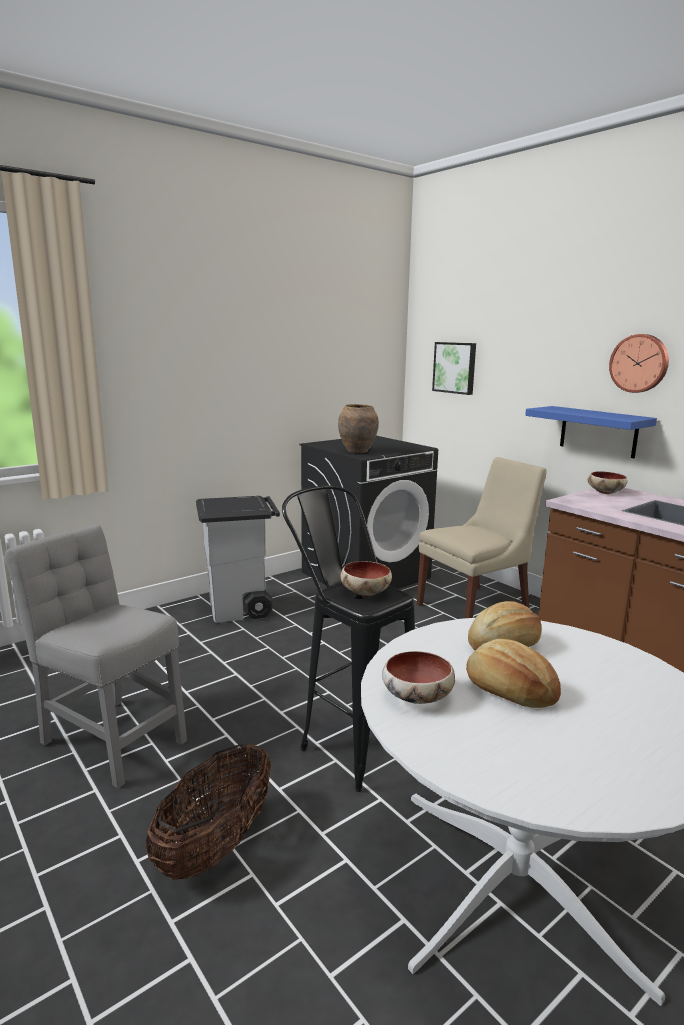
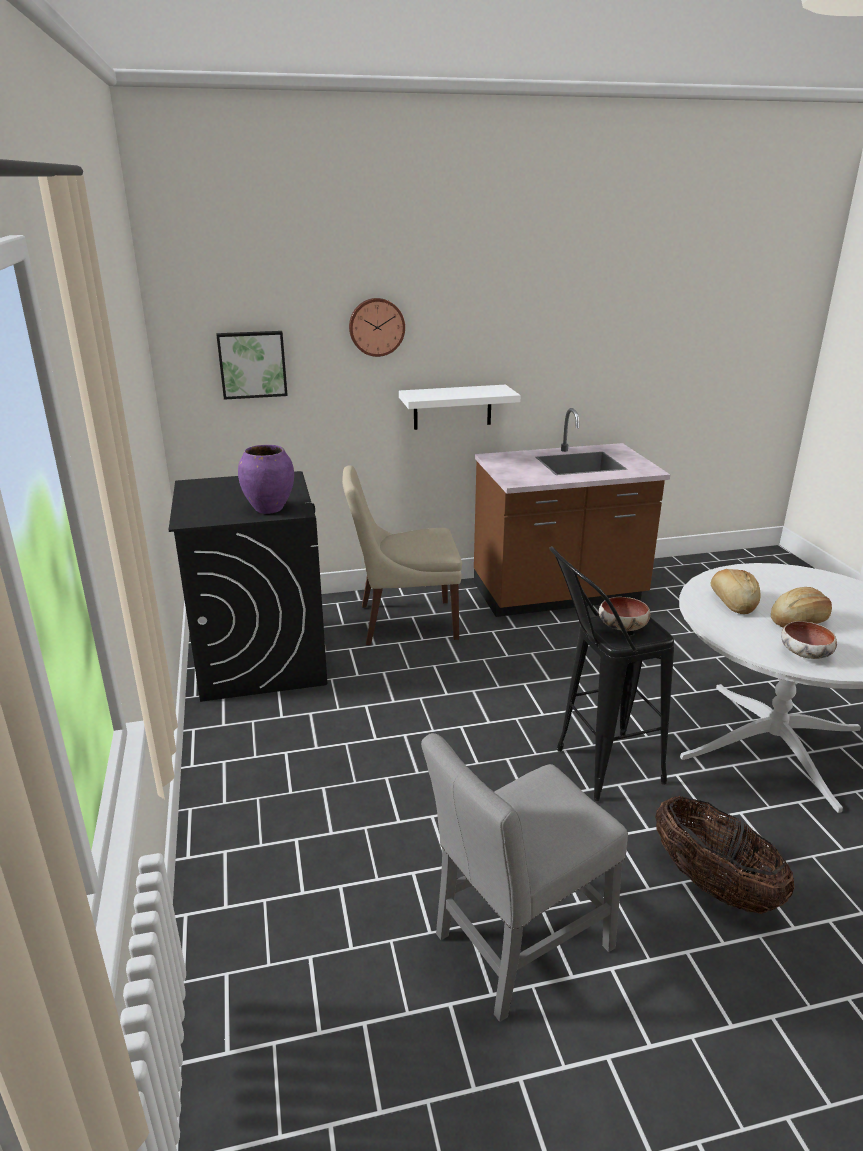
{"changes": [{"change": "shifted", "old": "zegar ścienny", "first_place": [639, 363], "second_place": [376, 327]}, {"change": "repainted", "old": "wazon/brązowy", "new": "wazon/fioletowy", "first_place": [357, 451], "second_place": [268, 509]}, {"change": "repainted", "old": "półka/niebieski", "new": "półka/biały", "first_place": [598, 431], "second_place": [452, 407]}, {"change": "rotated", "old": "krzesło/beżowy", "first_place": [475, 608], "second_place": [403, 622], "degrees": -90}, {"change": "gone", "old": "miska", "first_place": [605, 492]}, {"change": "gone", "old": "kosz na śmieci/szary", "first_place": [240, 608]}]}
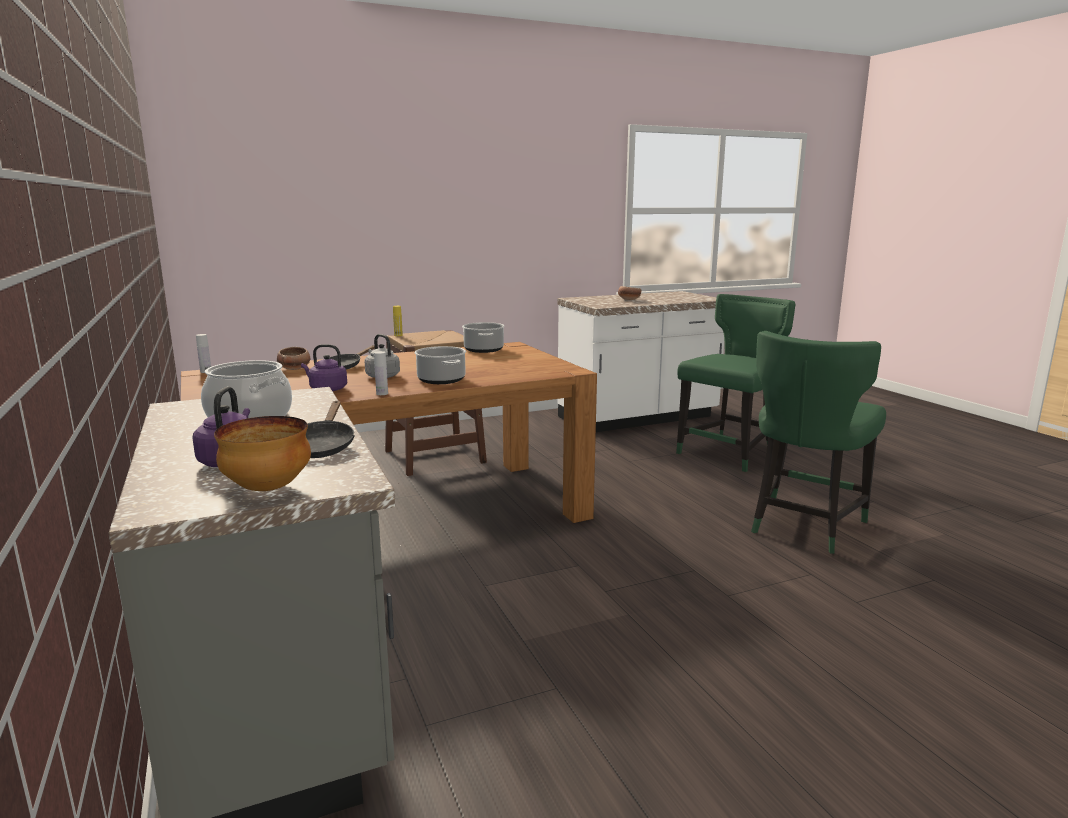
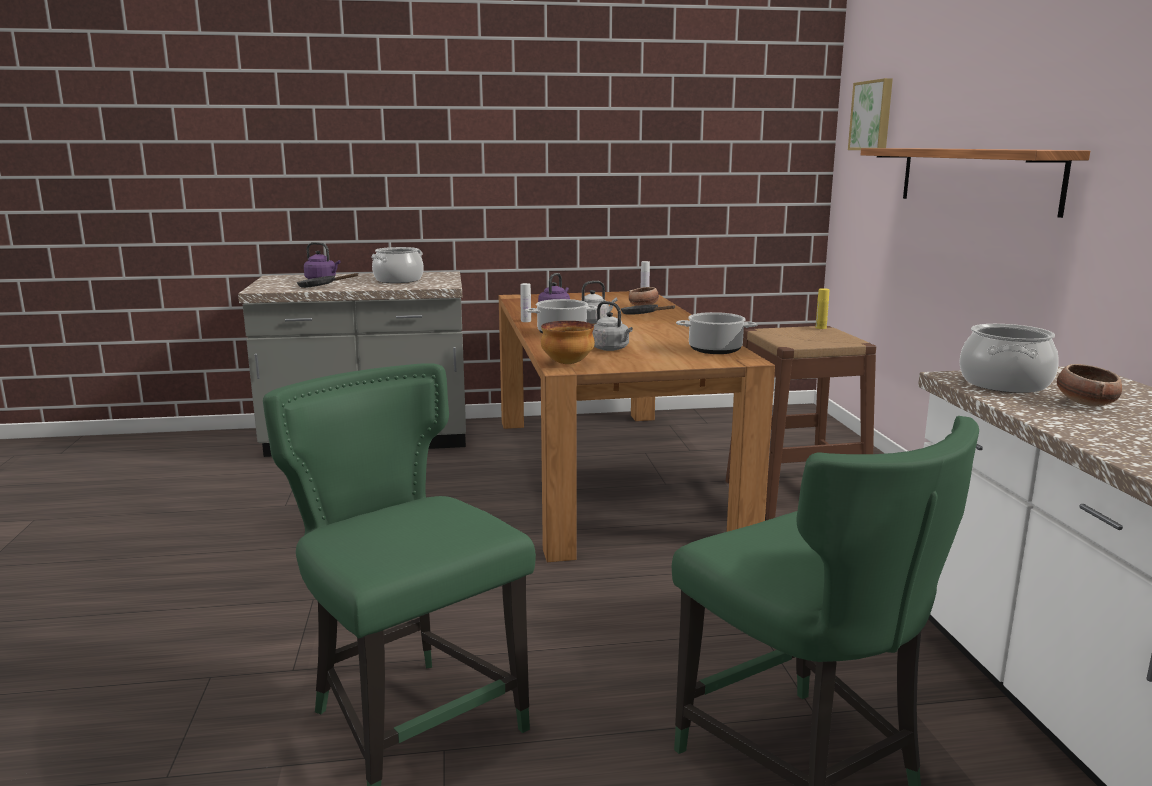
{"changes": [{"change": "shifted", "old": "miska", "first_place": [267, 489], "second_place": [567, 363]}, {"change": "new", "new": "obraz", "second_place": [873, 115]}, {"change": "new", "new": "półka", "second_place": [975, 178]}, {"change": "new", "new": "czajnik/szary", "second_place": [611, 349]}, {"change": "new", "new": "garnek", "second_place": [1005, 384]}]}
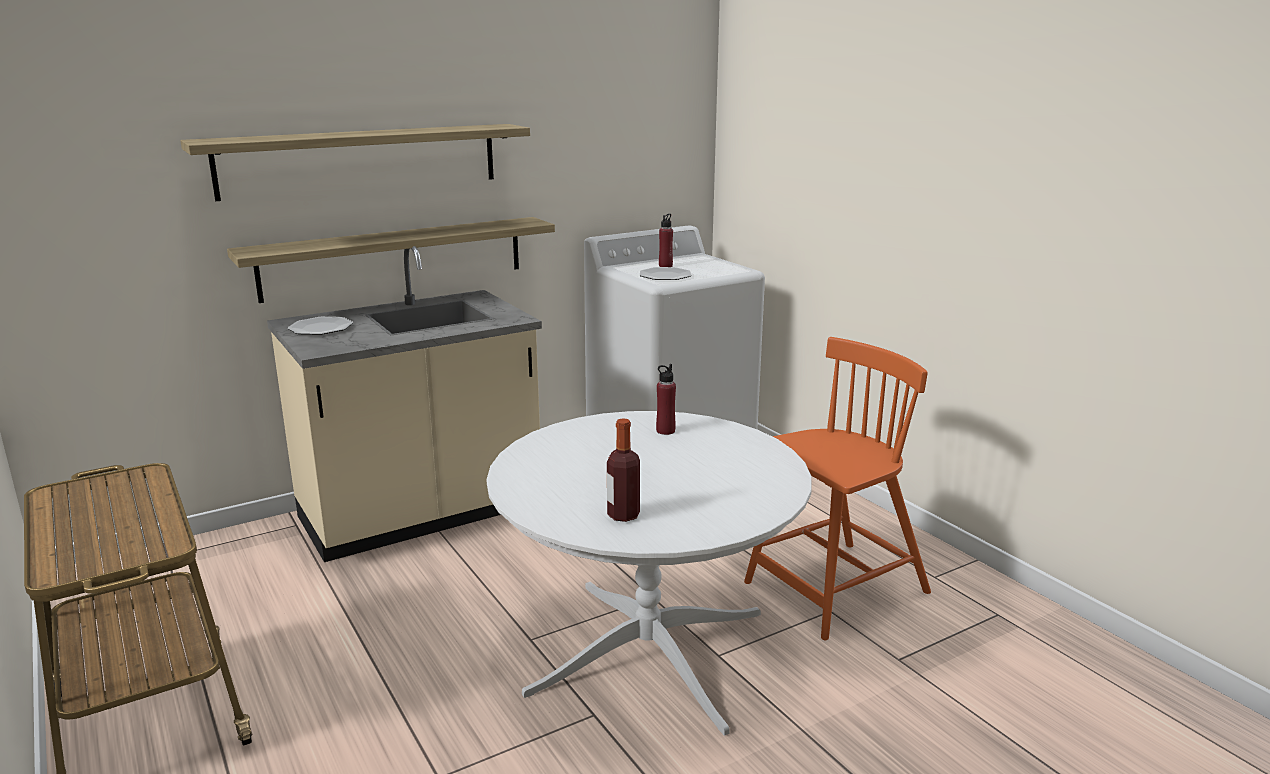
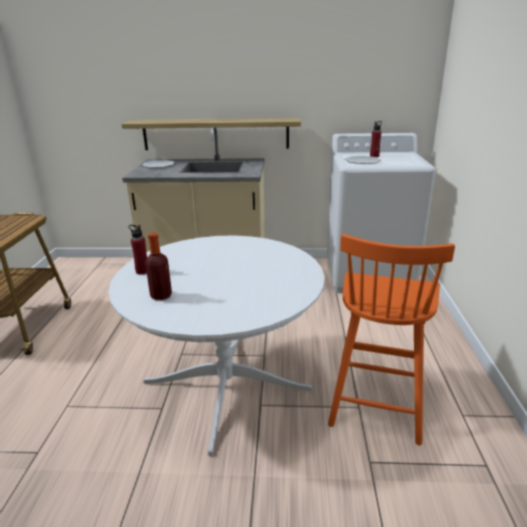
{"changes": [{"change": "gone", "old": "półka", "first_place": [361, 160]}, {"change": "rotated", "old": "krzesło/pomarańczowy", "first_place": [834, 589], "second_place": [377, 394], "degrees": 105}, {"change": "shifted", "old": "butelka/czerwony", "first_place": [665, 431], "second_place": [142, 271]}]}
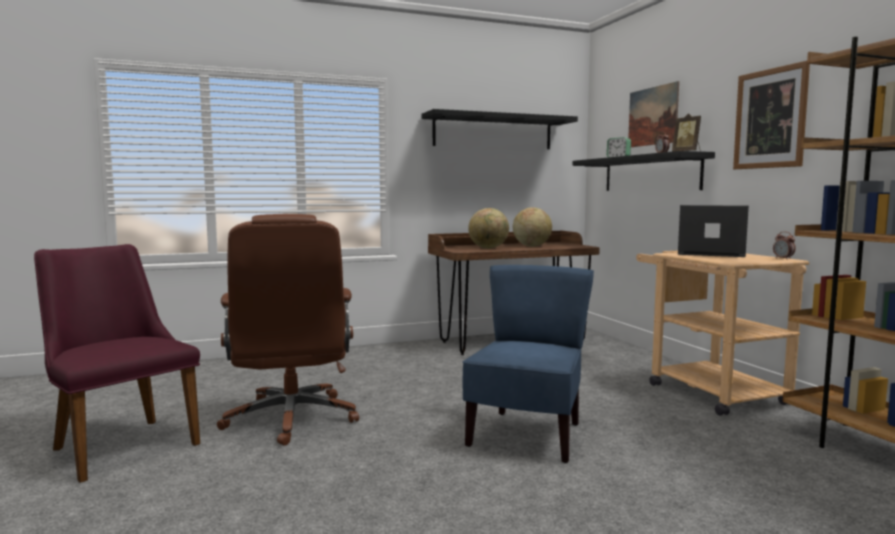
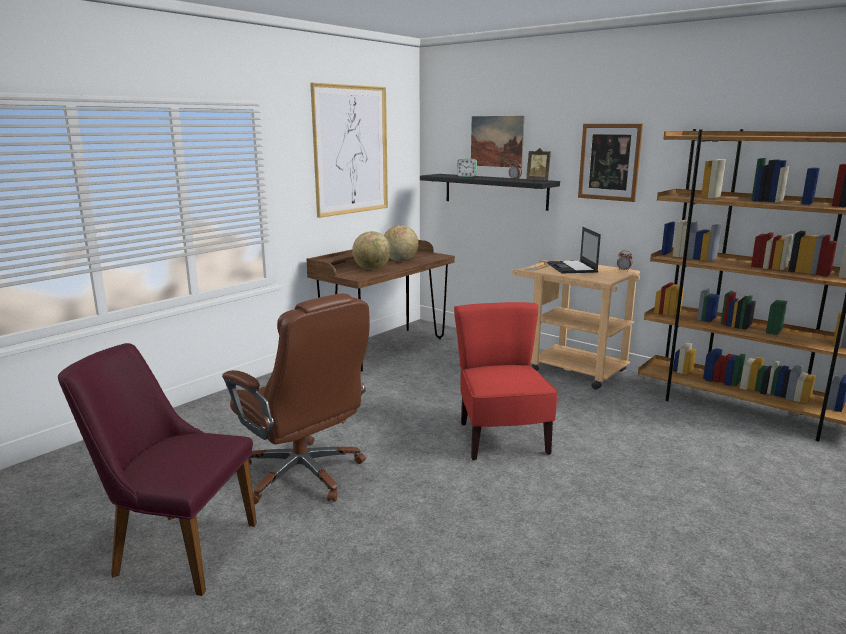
{"changes": [{"change": "swapped", "old": "półka/czarny", "new": "obraz", "first_place": [493, 132], "second_place": [351, 150]}, {"change": "rotated", "old": "laptop", "first_place": [709, 253], "second_place": [572, 268], "degrees": -90}, {"change": "repainted", "old": "krzesło/niebieski", "new": "krzesło/czerwony", "first_place": [527, 435], "second_place": [501, 439]}]}
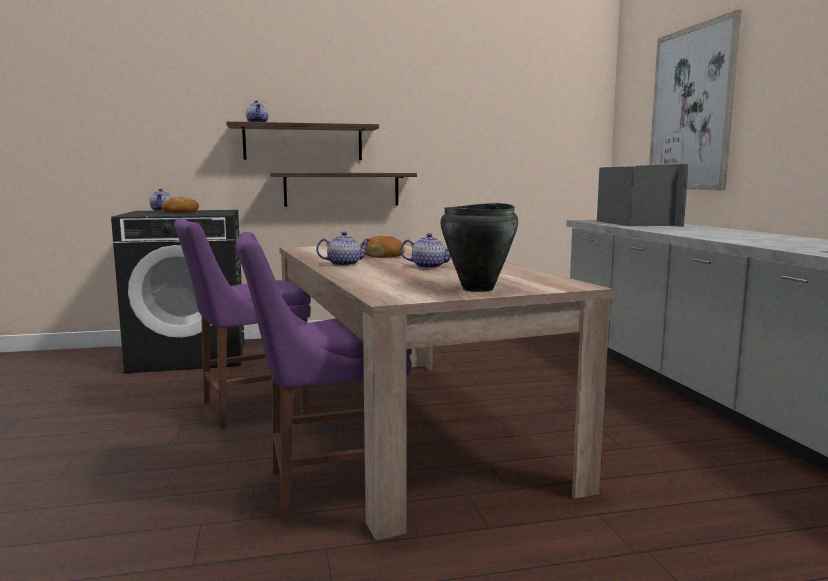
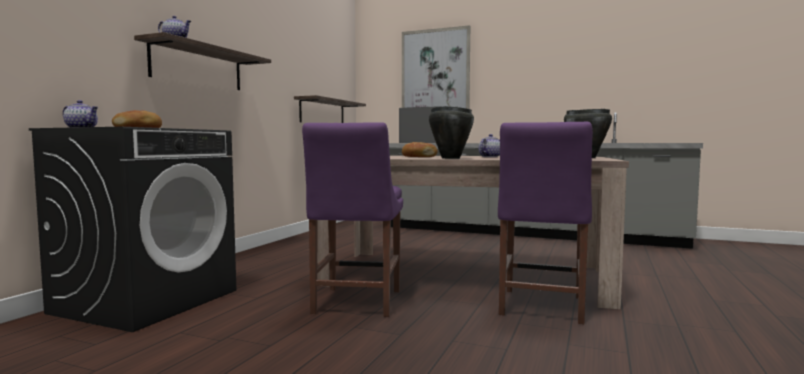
{"changes": [{"change": "shifted", "old": "półka", "first_place": [341, 189], "second_place": [322, 112]}, {"change": "swapped", "old": "imbryk", "new": "garnek/czarny", "first_place": [344, 264], "second_place": [450, 158]}]}
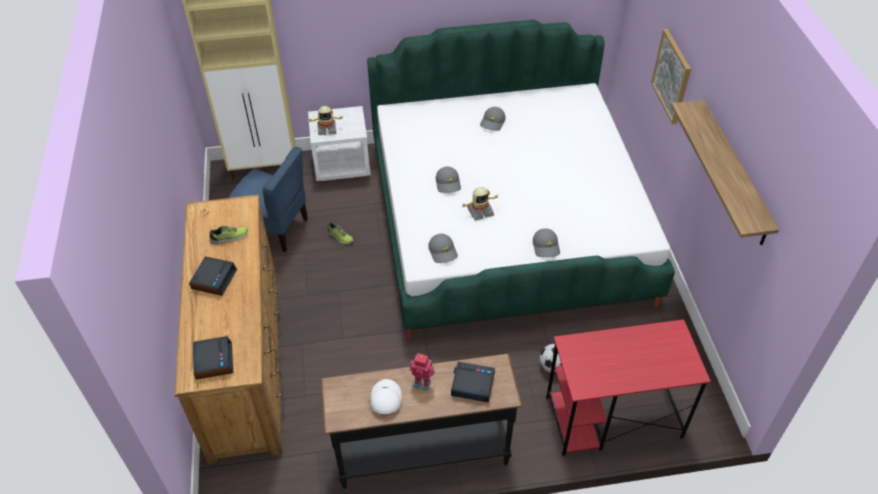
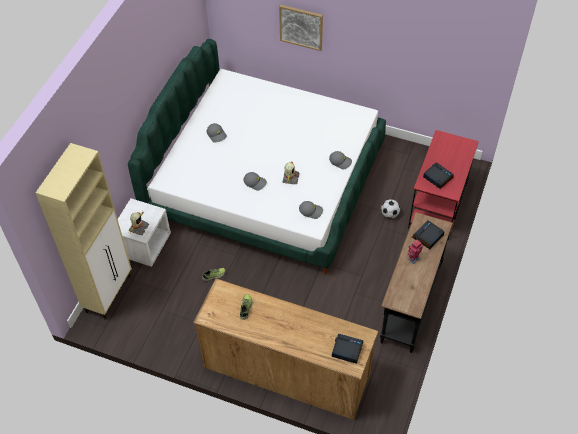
{"changes": [{"change": "gone", "old": "półka", "first_place": [734, 173]}, {"change": "gone", "old": "krzesło/niebieski", "first_place": [273, 229]}, {"change": "shifted", "old": "budzik", "first_place": [214, 279], "second_place": [437, 177]}, {"change": "gone", "old": "czapka z daszkiem/biały", "first_place": [385, 399]}]}
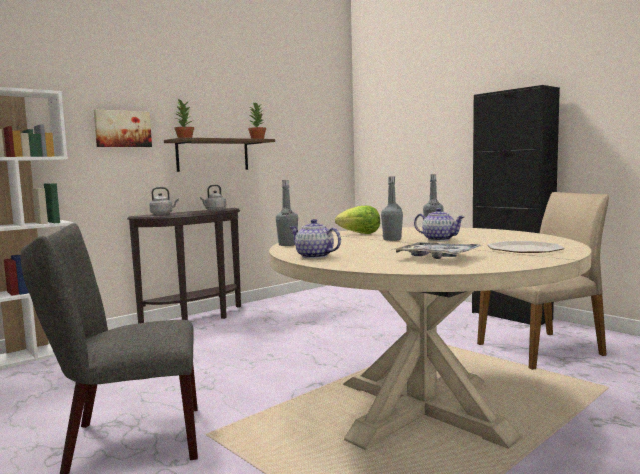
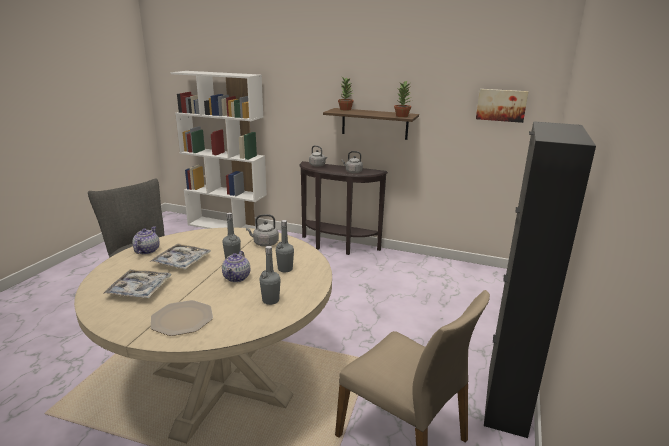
{"changes": [{"change": "shifted", "old": "obraz", "first_place": [122, 129], "second_place": [501, 105]}, {"change": "shifted", "old": "butelka/szary", "first_place": [287, 245], "second_place": [270, 300]}, {"change": "swapped", "old": "sałata", "new": "czajnik/szary", "first_place": [360, 233], "second_place": [264, 243]}, {"change": "new", "new": "taca", "second_place": [182, 261]}]}
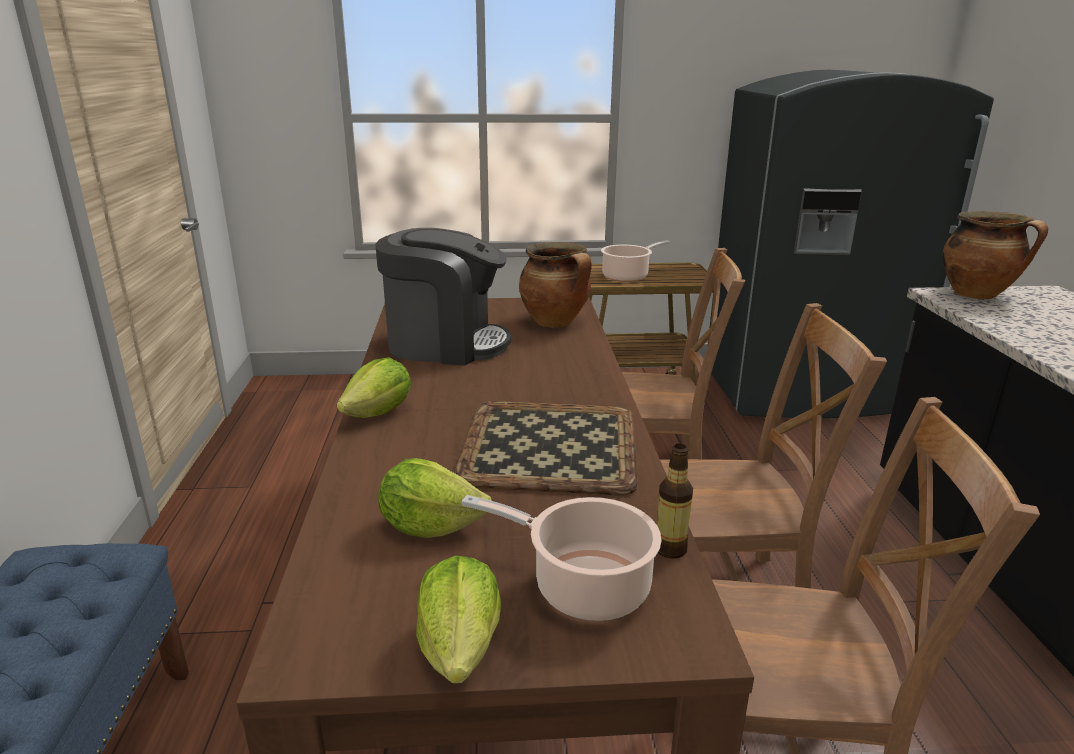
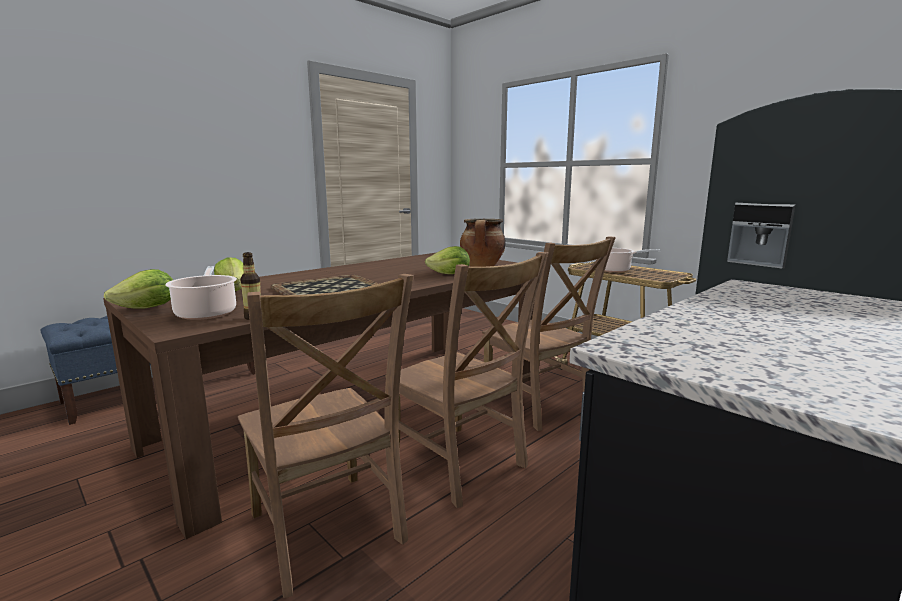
{"changes": [{"change": "gone", "old": "garnek", "first_place": [977, 295]}, {"change": "gone", "old": "ekspres do kawy", "first_place": [445, 344]}, {"change": "shifted", "old": "sałata", "first_place": [379, 413], "second_place": [450, 274]}]}
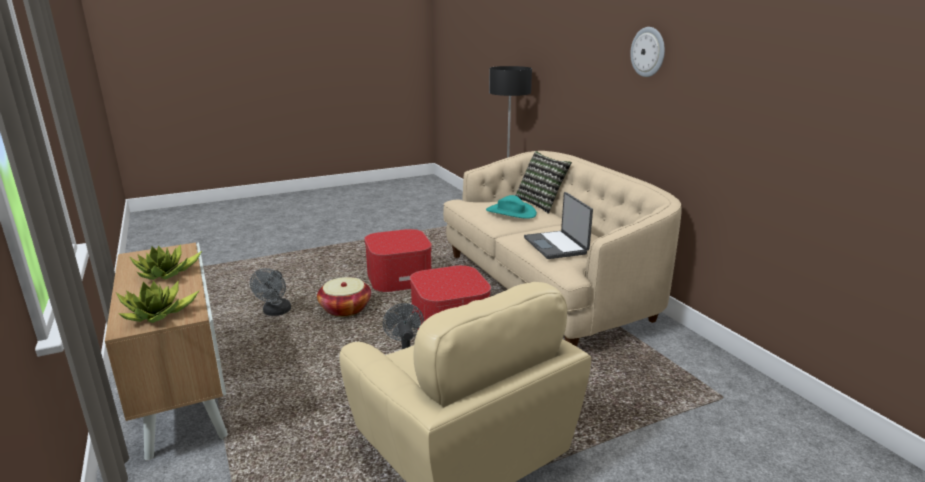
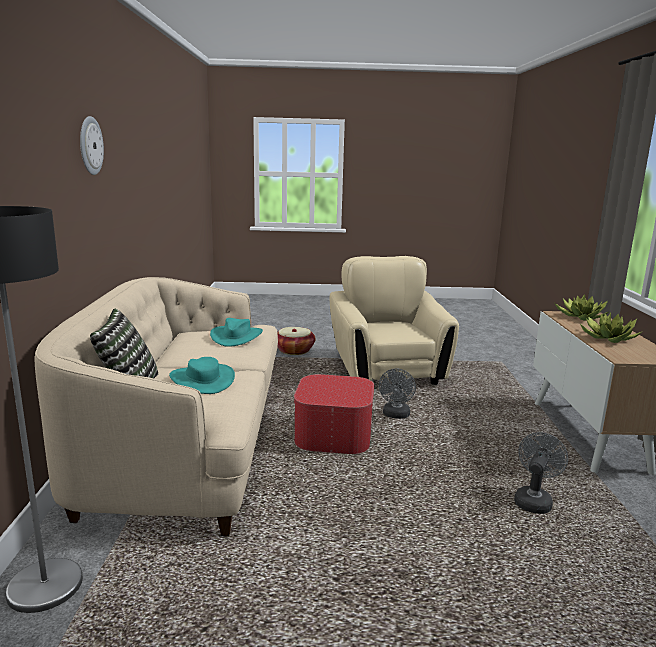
{"changes": [{"change": "swapped", "old": "laptop", "new": "kapelusz/turkusowy", "first_place": [556, 246], "second_place": [236, 337]}, {"change": "gone", "old": "pufa", "first_place": [399, 277]}, {"change": "shifted", "old": "koszyk", "first_place": [345, 308], "second_place": [294, 350]}]}
